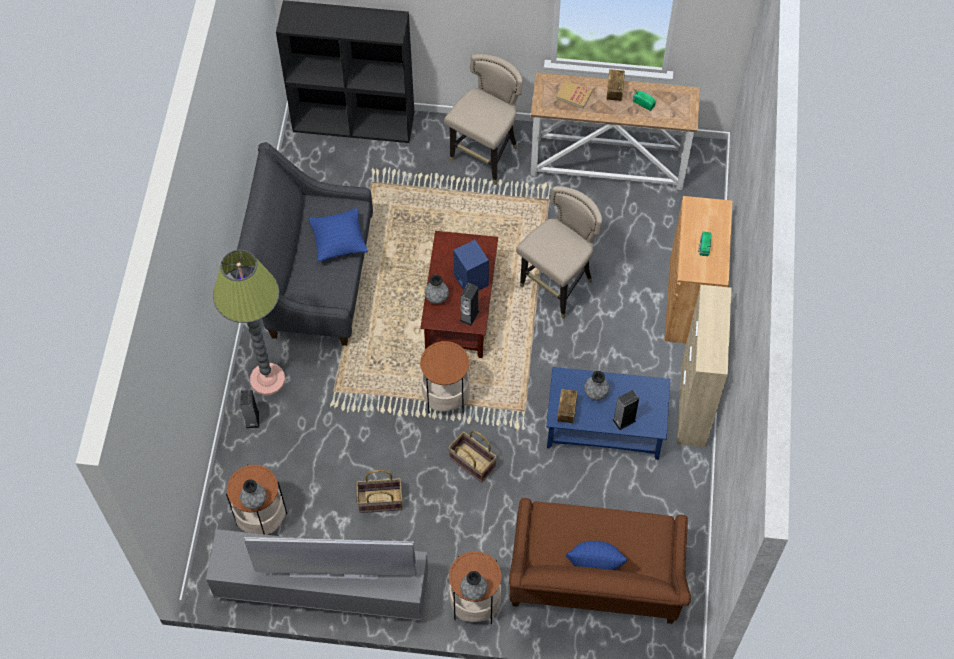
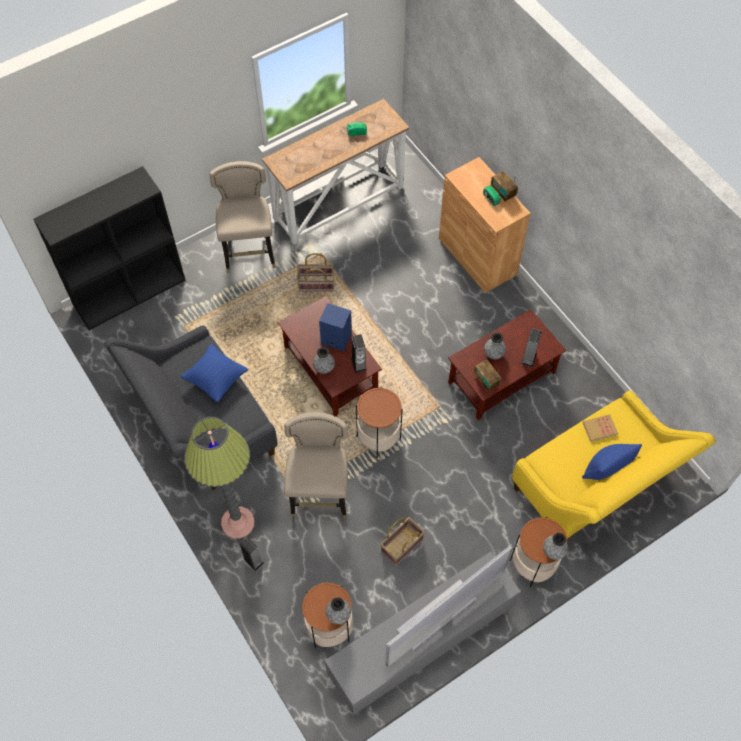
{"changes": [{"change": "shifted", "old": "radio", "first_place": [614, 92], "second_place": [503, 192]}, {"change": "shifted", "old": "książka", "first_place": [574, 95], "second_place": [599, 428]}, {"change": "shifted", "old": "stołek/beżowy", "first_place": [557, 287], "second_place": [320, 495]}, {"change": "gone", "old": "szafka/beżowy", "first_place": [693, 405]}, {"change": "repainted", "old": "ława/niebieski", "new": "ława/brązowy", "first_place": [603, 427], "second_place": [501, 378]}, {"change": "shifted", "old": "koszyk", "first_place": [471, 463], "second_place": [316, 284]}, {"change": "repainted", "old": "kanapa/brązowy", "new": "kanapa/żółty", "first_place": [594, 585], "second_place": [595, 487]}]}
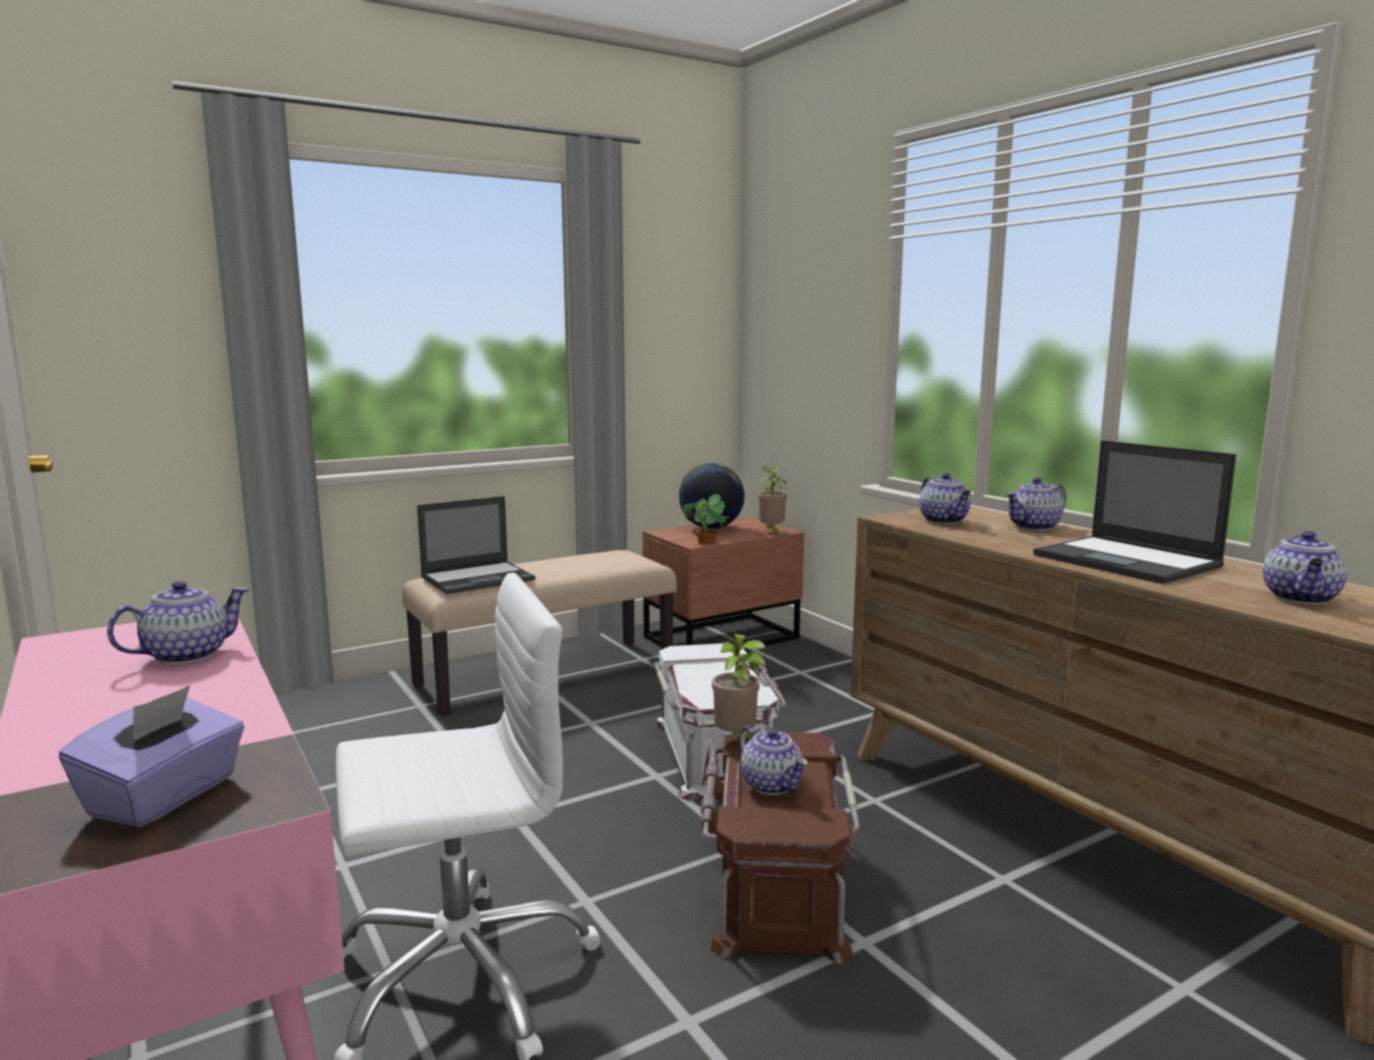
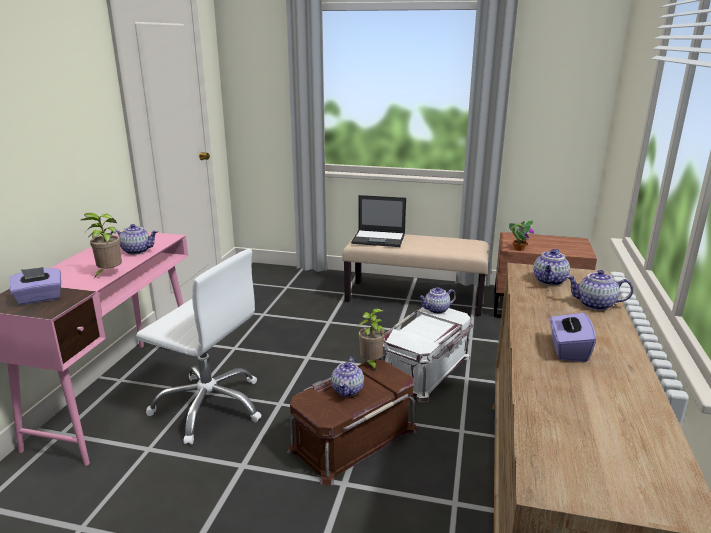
{"changes": [{"change": "swapped", "old": "laptop", "new": "pudełko chusteczek/fioletowy", "first_place": [1128, 561], "second_place": [568, 350]}, {"change": "gone", "old": "globus", "first_place": [711, 528]}, {"change": "shifted", "old": "roślina doniczkowa", "first_place": [771, 532], "second_place": [108, 274]}, {"change": "shifted", "old": "imbryk", "first_place": [1301, 598], "second_place": [436, 310]}]}
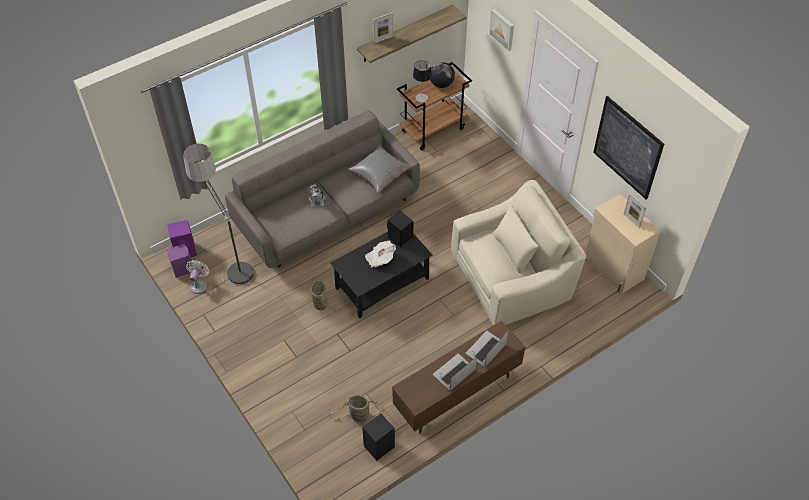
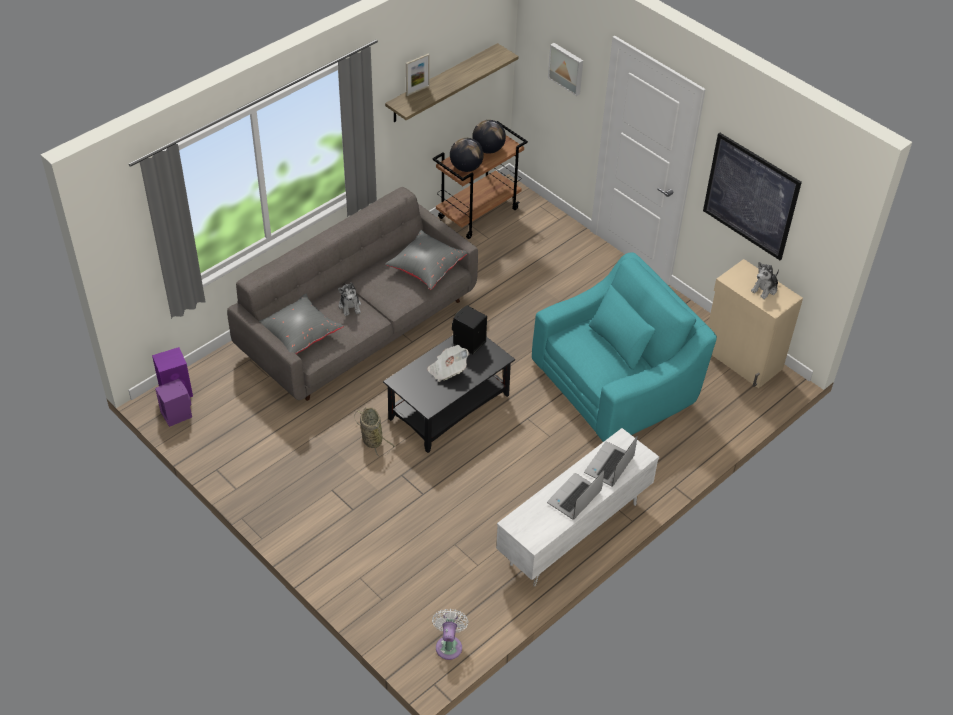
{"changes": [{"change": "swapped", "old": "lampa stołowa", "new": "globus", "first_place": [421, 98], "second_place": [466, 167]}, {"change": "gone", "old": "lampa stojąca", "first_place": [229, 260]}, {"change": "repainted", "old": "fotel/beżowy", "new": "fotel/turkusowy", "first_place": [512, 277], "second_place": [616, 383]}, {"change": "swapped", "old": "ramka na zdjęcie", "new": "pluszak", "first_place": [631, 220], "second_place": [765, 289]}, {"change": "shifted", "old": "wentylator/biały", "first_place": [199, 285], "second_place": [449, 645]}, {"change": "repainted", "old": "szafka pod telewizor/brązowy", "new": "szafka pod telewizor/biały", "first_place": [457, 395], "second_place": [573, 533]}, {"change": "gone", "old": "koszyk", "first_place": [358, 415]}, {"change": "gone", "old": "głośnik/czarny", "first_place": [379, 446]}, {"change": "new", "new": "poduszka/szary", "second_place": [298, 335]}]}
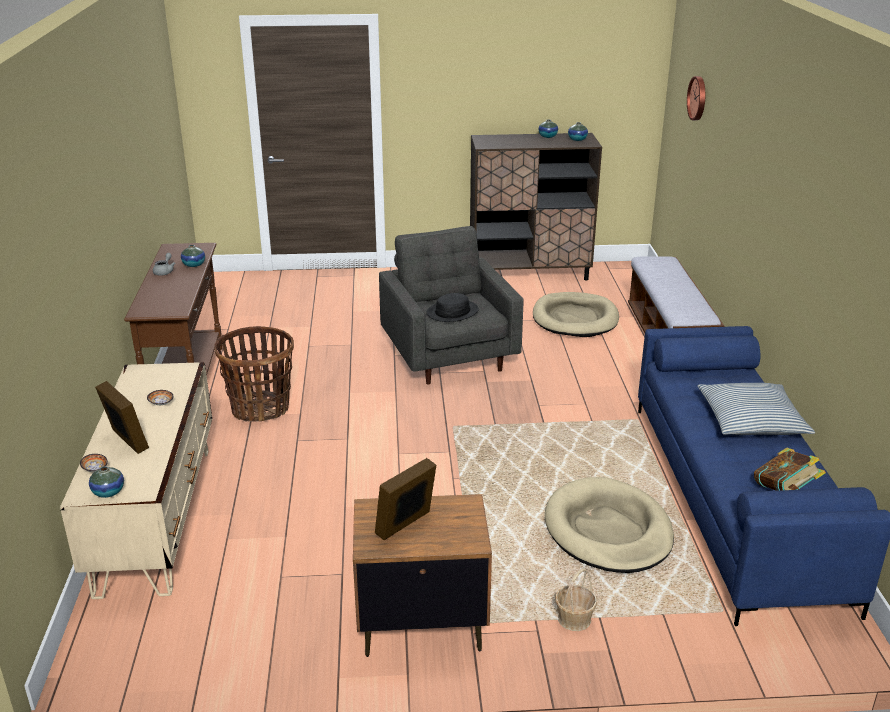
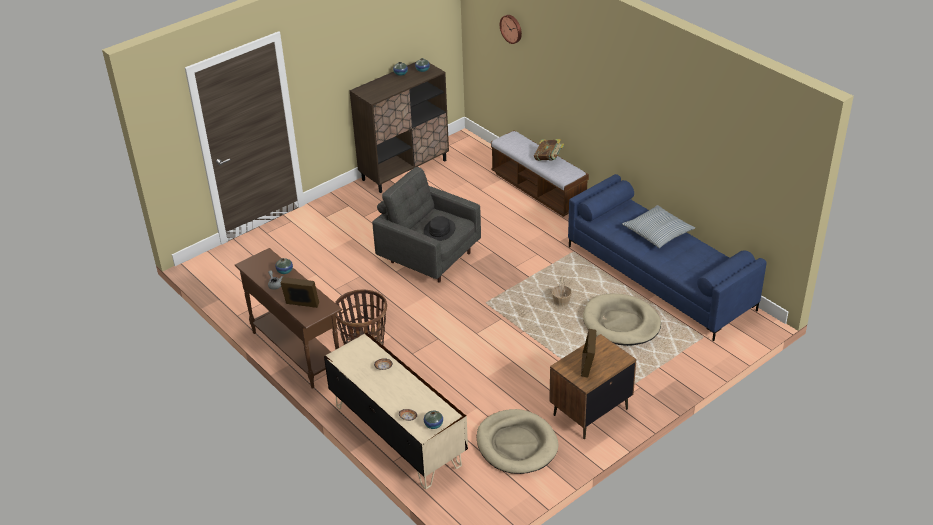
{"changes": [{"change": "shifted", "old": "legowisko/beżowy", "first_place": [575, 318], "second_place": [516, 444]}, {"change": "shifted", "old": "ramka na zdjęcie", "first_place": [126, 441], "second_place": [301, 305]}, {"change": "shifted", "old": "książka", "first_place": [785, 491], "second_place": [548, 159]}, {"change": "shifted", "old": "koszyk", "first_place": [574, 619], "second_place": [561, 302]}]}
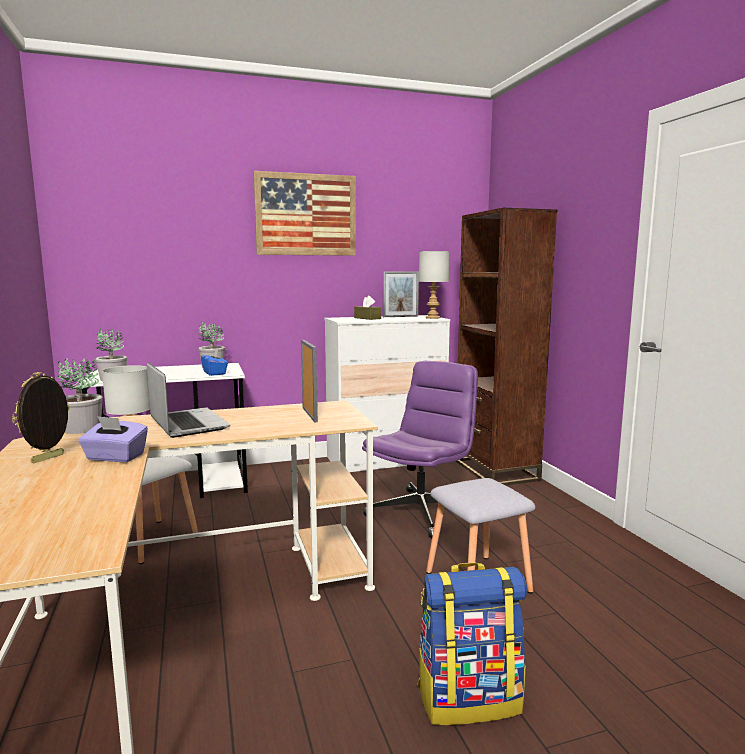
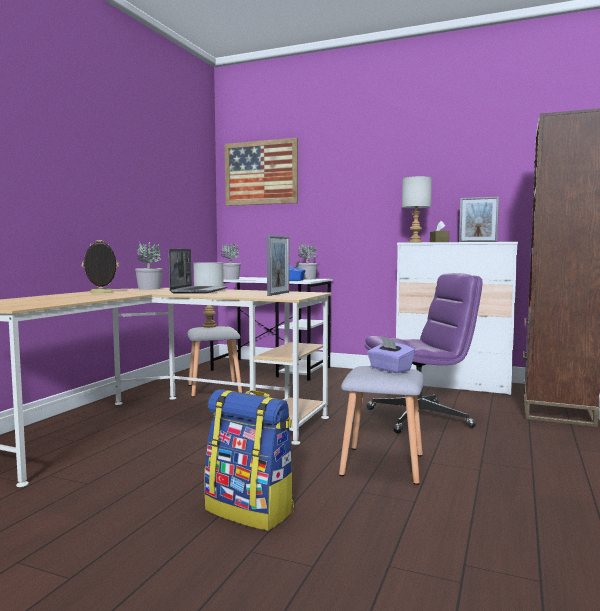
{"changes": [{"change": "shifted", "old": "obraz", "first_place": [306, 215], "second_place": [261, 173]}, {"change": "shifted", "old": "lampa stołowa/szary", "first_place": [432, 318], "second_place": [414, 242]}, {"change": "shifted", "old": "pudełko chusteczek/fioletowy", "first_place": [115, 457], "second_place": [390, 369]}]}
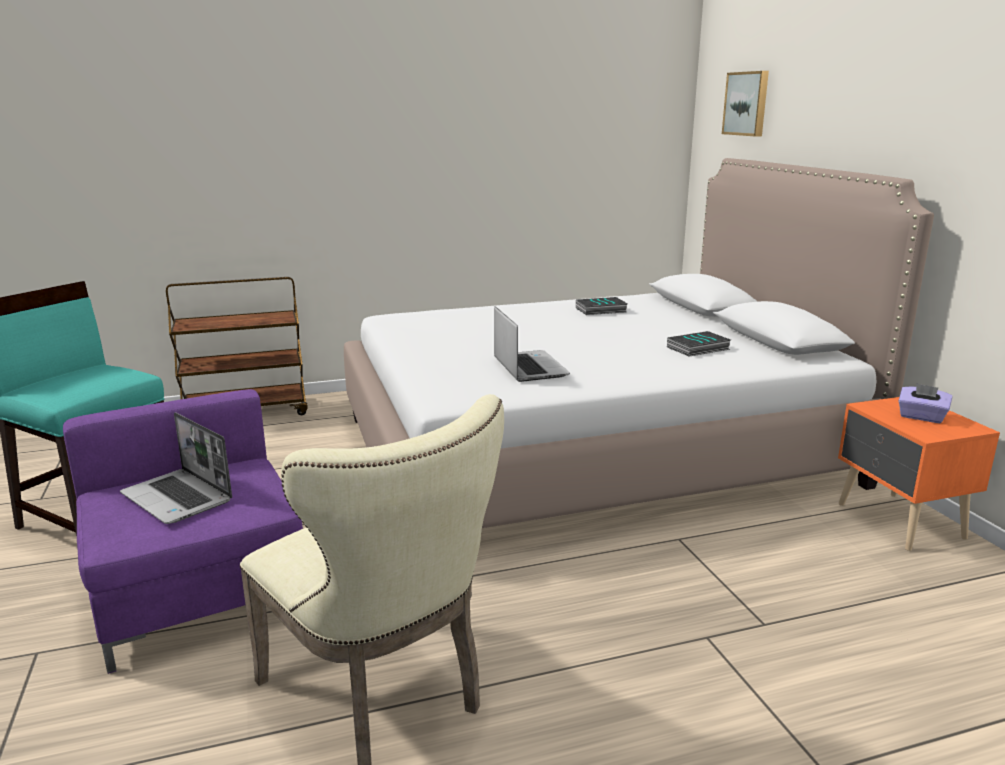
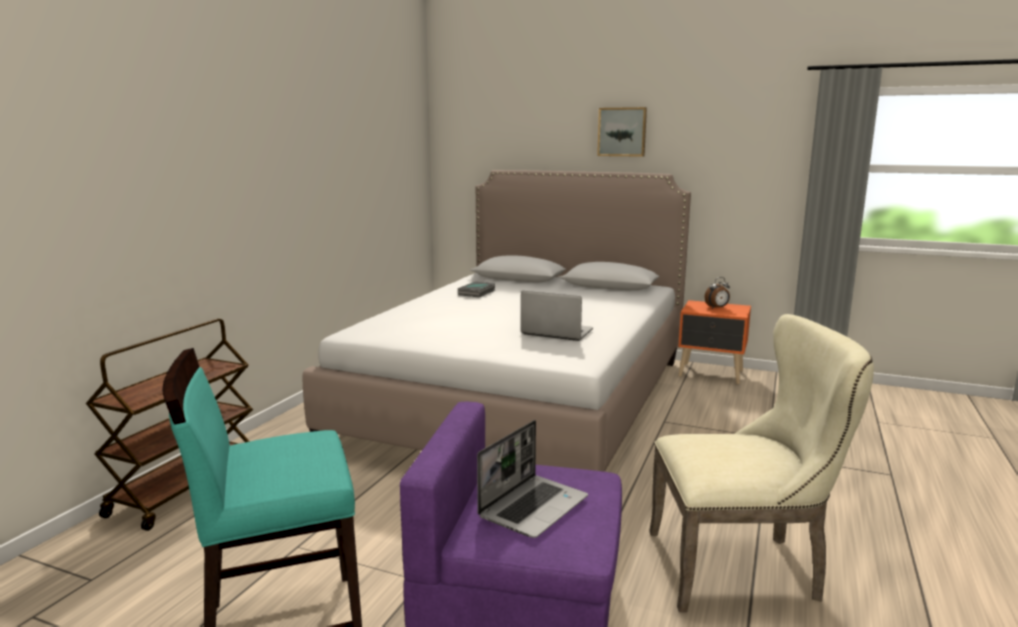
{"changes": [{"change": "shifted", "old": "obraz", "first_place": [747, 103], "second_place": [622, 132]}, {"change": "gone", "old": "książka", "first_place": [698, 348]}, {"change": "swapped", "old": "pudełko chusteczek/fioletowy", "new": "budzik", "first_place": [921, 417], "second_place": [717, 308]}, {"change": "rotated", "old": "laptop", "first_place": [179, 498], "second_place": [533, 507], "degrees": -45}]}
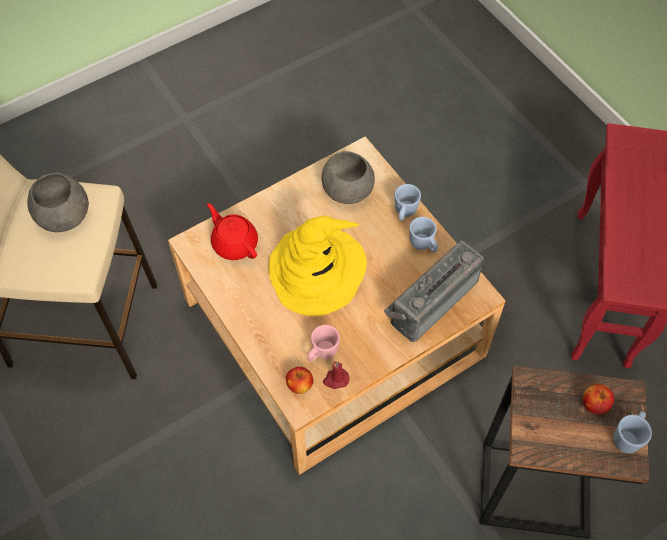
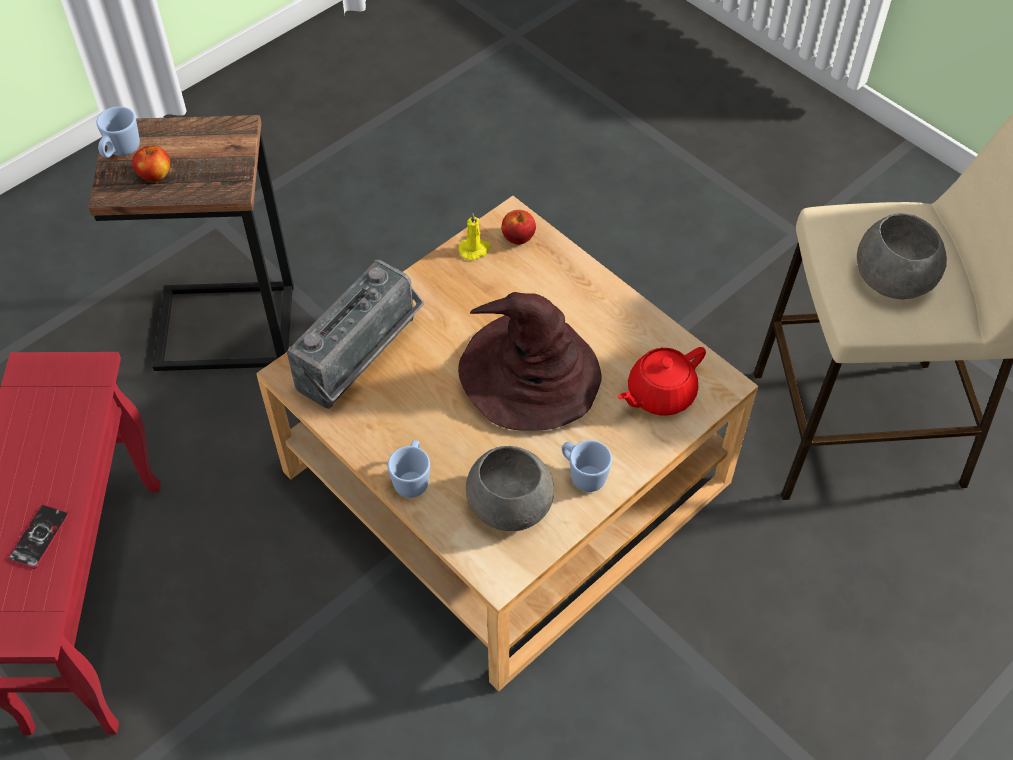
{"changes": [{"change": "rotated", "old": "imbryk/czerwony", "first_place": [234, 243], "second_place": [659, 394], "degrees": 105}, {"change": "repainted", "old": "kapelusz/żółty", "new": "kapelusz/brązowy", "first_place": [317, 270], "second_place": [529, 373]}, {"change": "shifted", "old": "kubek/niebieski", "first_place": [423, 245], "second_place": [583, 475]}, {"change": "gone", "old": "kubek/różowy", "first_place": [322, 353]}, {"change": "repainted", "old": "świeca/czerwony", "new": "świeca/żółty", "first_place": [335, 379], "second_place": [475, 249]}, {"change": "new", "new": "telefon", "second_place": [39, 537]}]}
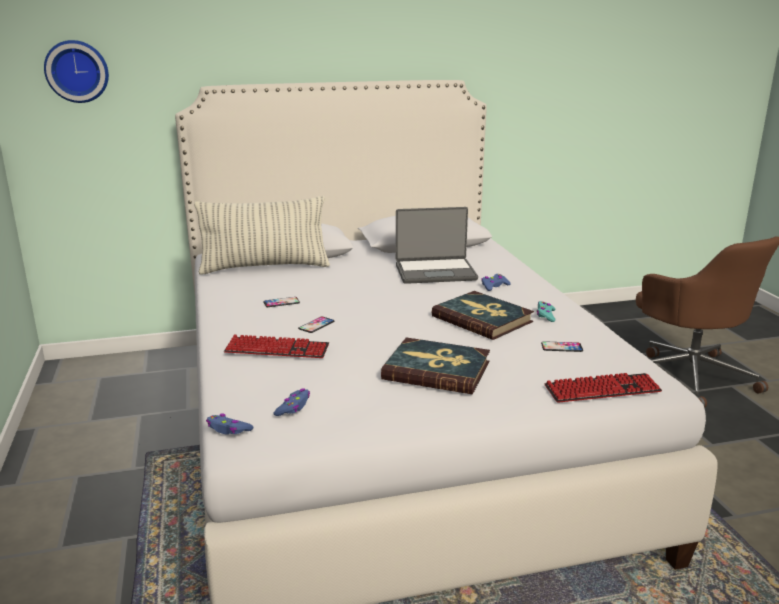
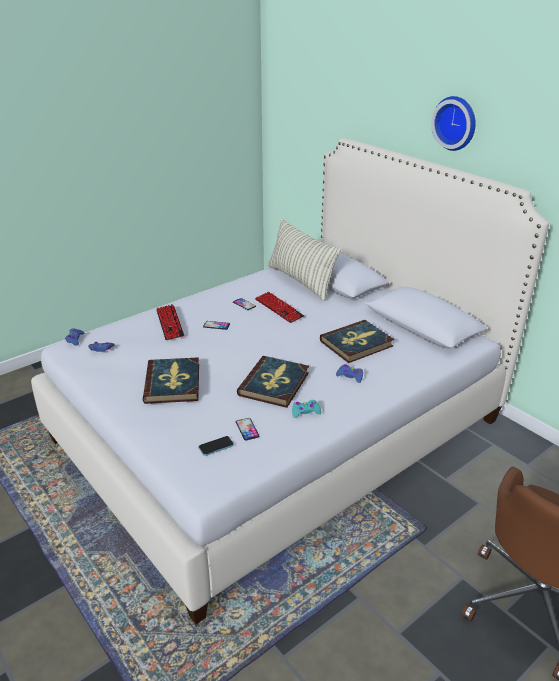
{"changes": [{"change": "shifted", "old": "zegar ścienny", "first_place": [77, 71], "second_place": [456, 123]}, {"change": "swapped", "old": "laptop", "new": "książka", "first_place": [435, 272], "second_place": [356, 344]}, {"change": "shifted", "old": "klawiatura", "first_place": [602, 390], "second_place": [279, 308]}, {"change": "new", "new": "telefon", "second_place": [216, 446]}]}
